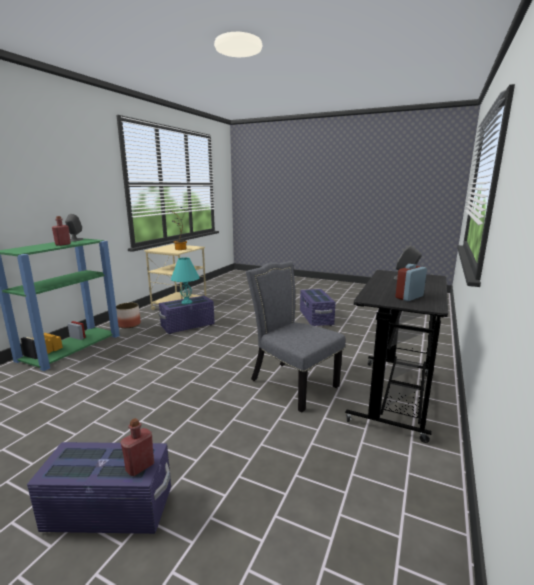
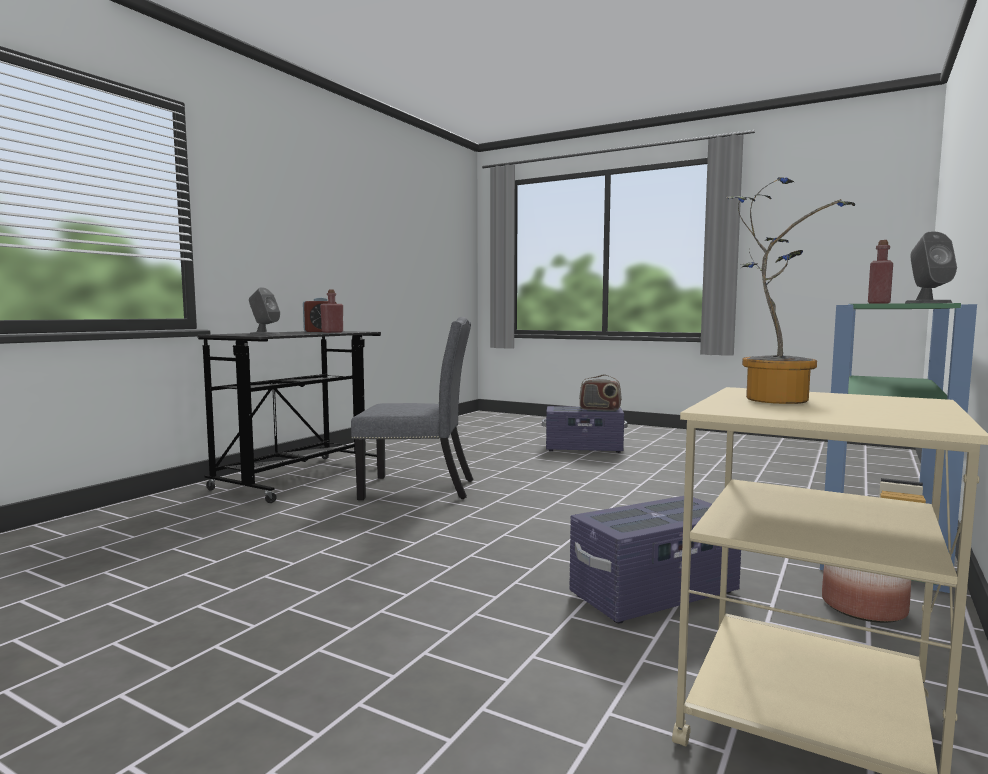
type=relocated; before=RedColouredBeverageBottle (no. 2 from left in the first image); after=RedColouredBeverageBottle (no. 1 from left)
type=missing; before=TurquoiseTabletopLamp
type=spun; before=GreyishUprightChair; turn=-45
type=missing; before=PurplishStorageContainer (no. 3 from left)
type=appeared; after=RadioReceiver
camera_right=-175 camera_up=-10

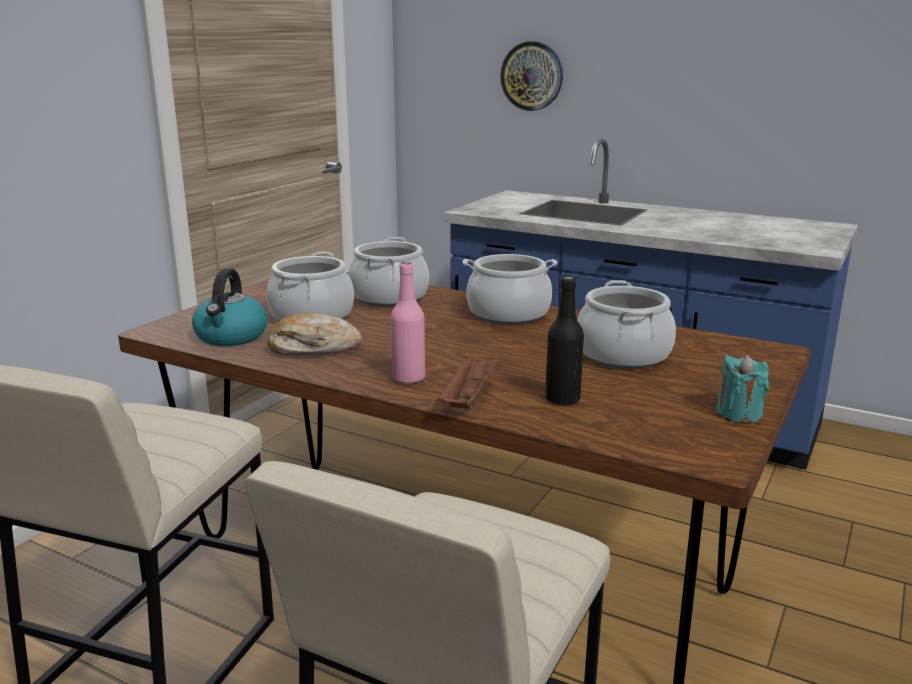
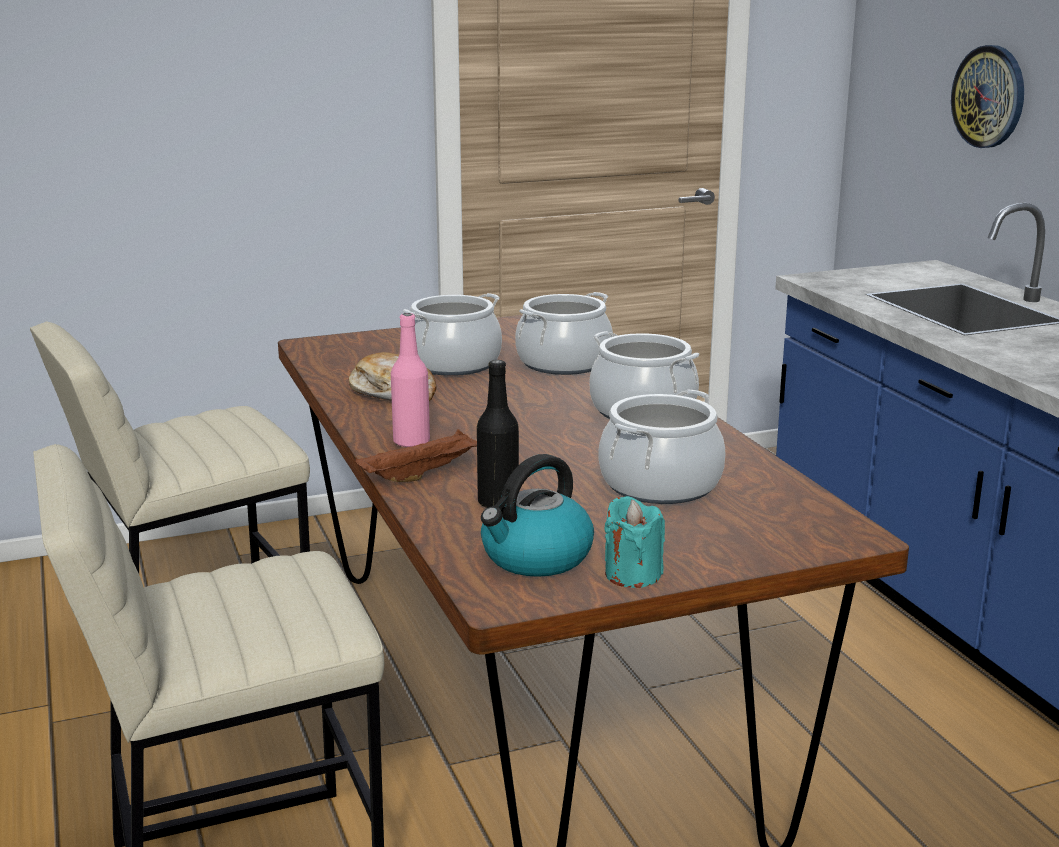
type=relocated; before=Kettle
camera_right=40 camera_up=0

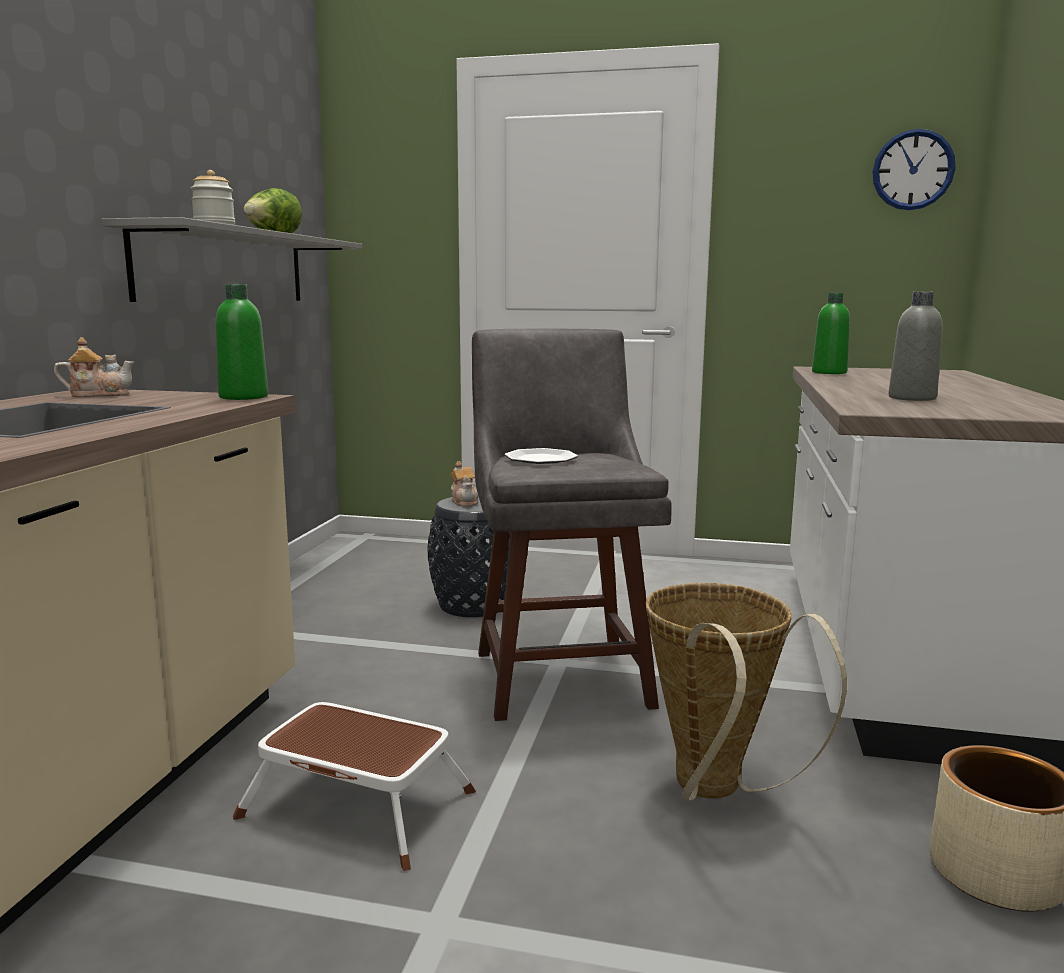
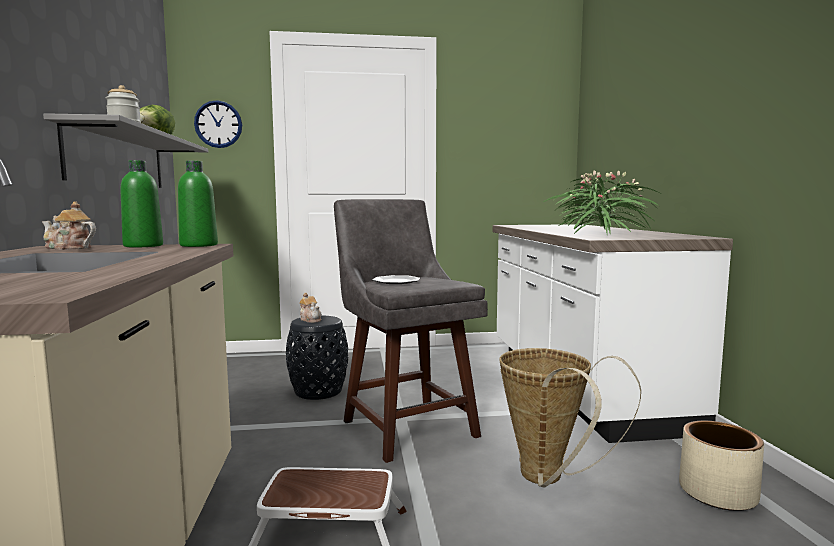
type=spun; before=Teapot (no. 1 from left); turn=-135
type=relocated; before=GreenBeverageBottle (no. 2 from left in the first image); after=GreenBeverageBottle (no. 1 from left)
type=relocated; before=HangingClock
type=exchanged; before=GreyishBeverageBottle; after=PlantInAPot
camera_right=-20 camera_up=-5

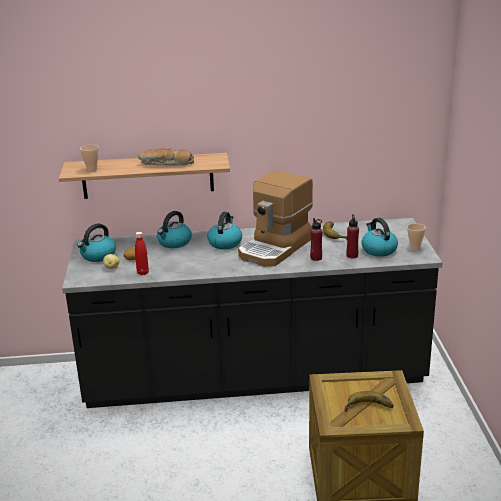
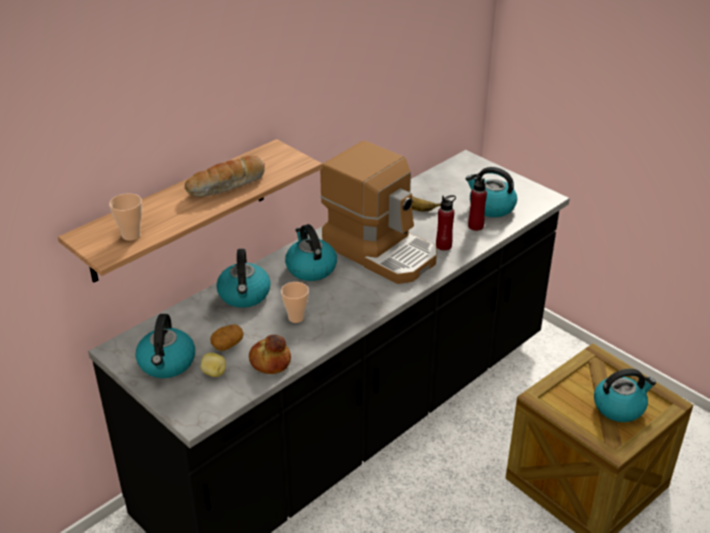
type=exchanged; before=RedColouredBeverageBottle (no. 1 from left); after=Bread (no. 2 from left)
type=spun; before=CoffeeMachine; turn=-45
type=exchanged; before=BananaFruit (no. 2 from left); after=Kettle (no. 5 from left)
type=relocated; before=DrinkingCup (no. 2 from left)
camera_right=-40 camera_up=10

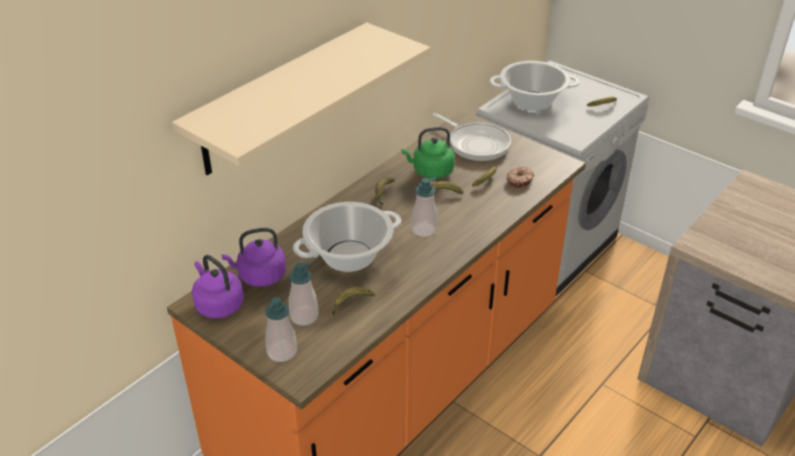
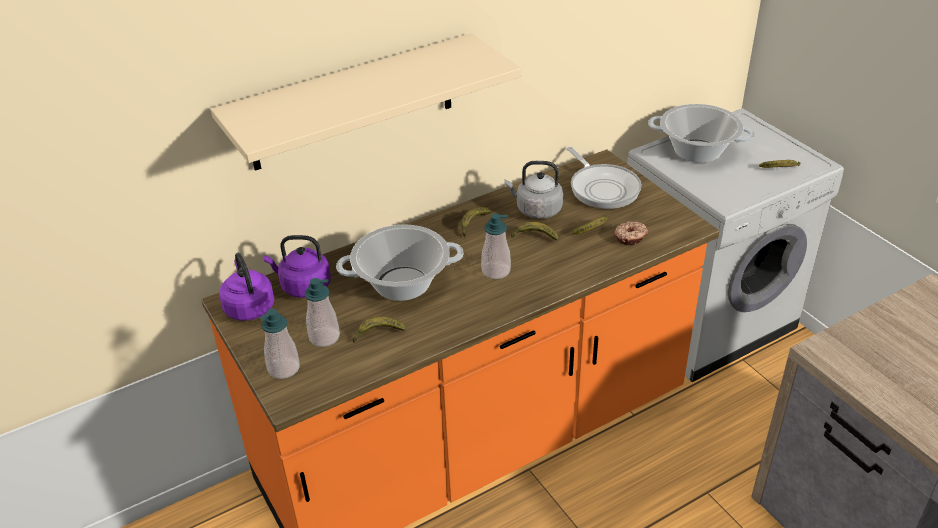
type=colour; before=GreenKettle; after=GreyishKettle
camera_right=20 camera_up=0

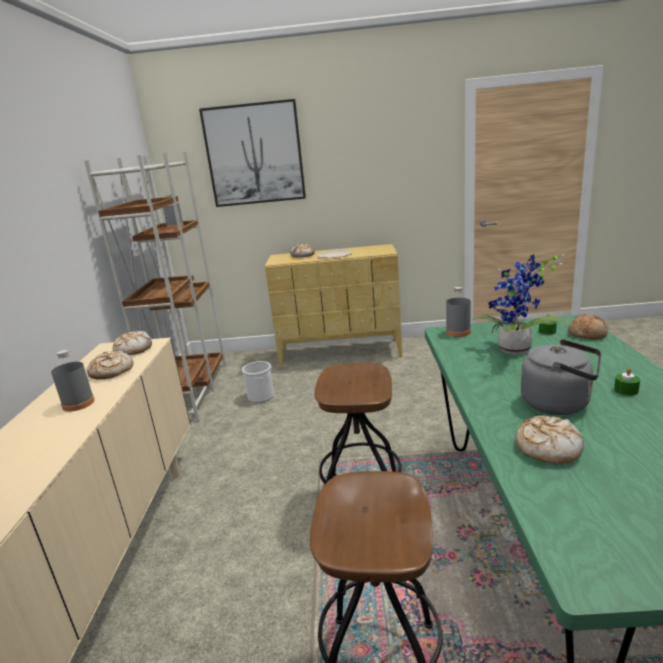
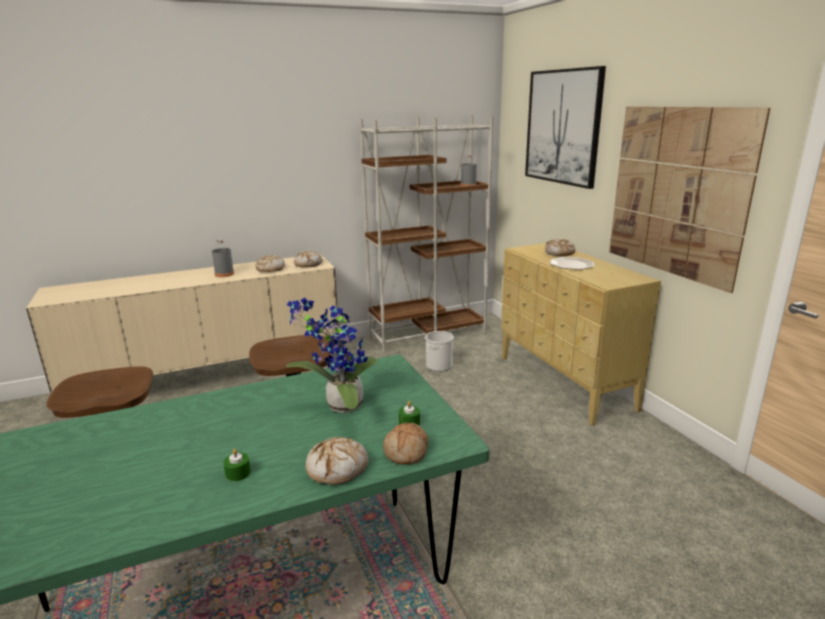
type=missing; before=GreyishBeverageBottle (no. 3 from left)
type=relocated; before=Bread (no. 4 from left in the first image); after=Bread (no. 3 from left)
type=missing; before=GreyishKettle
type=appeared; after=Picture (no. 2 from left)
camera_right=65 camera_up=0

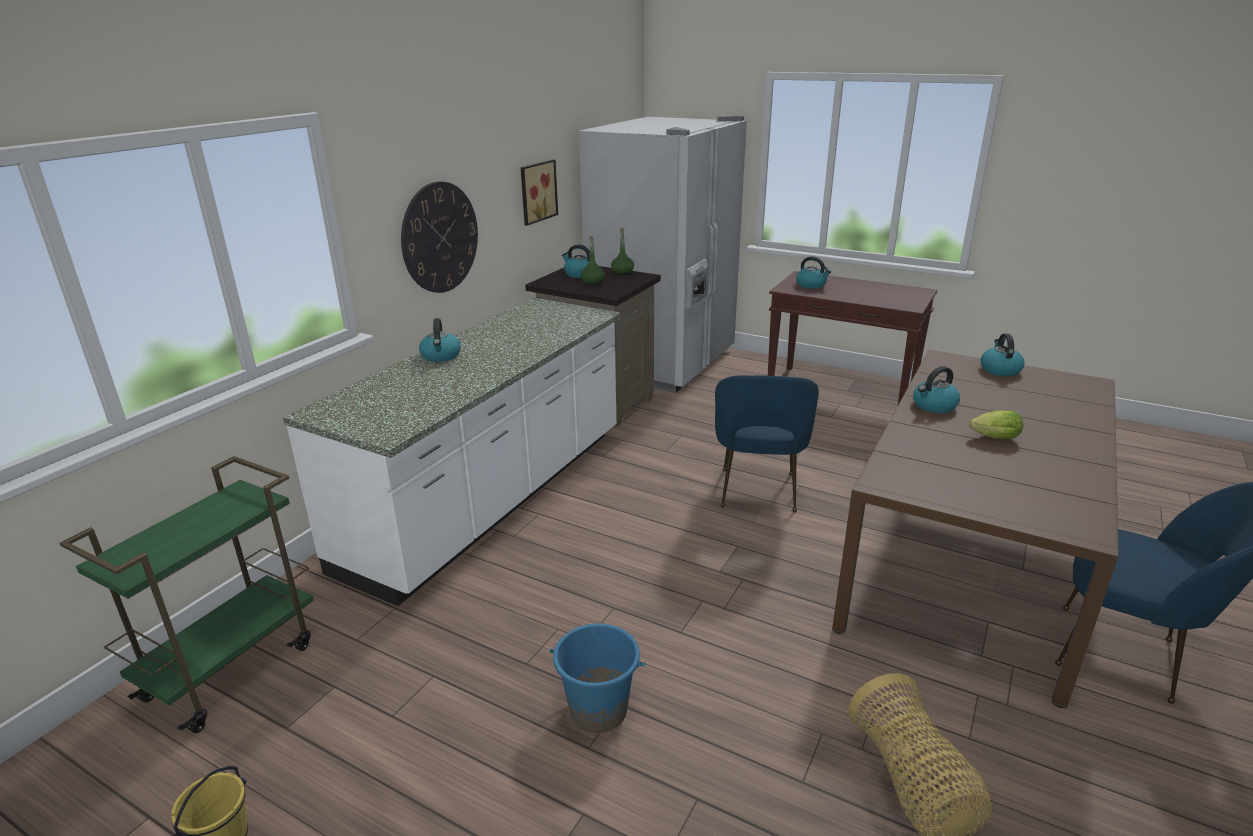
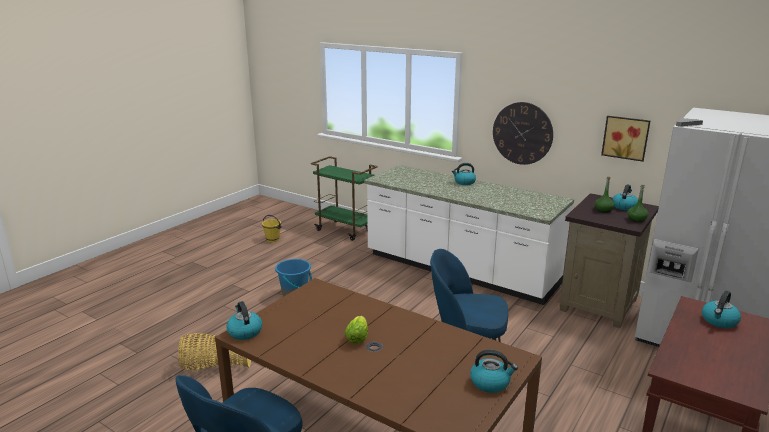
type=relocated; before=Kettle (no. 4 from left in the first image); after=Kettle (no. 1 from left)
camera_right=95 camera_up=-5

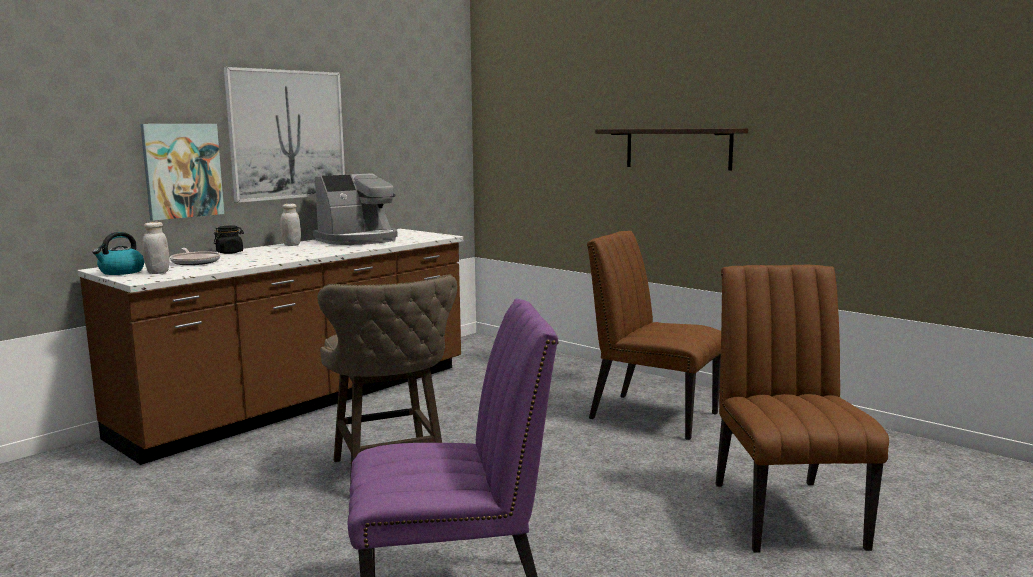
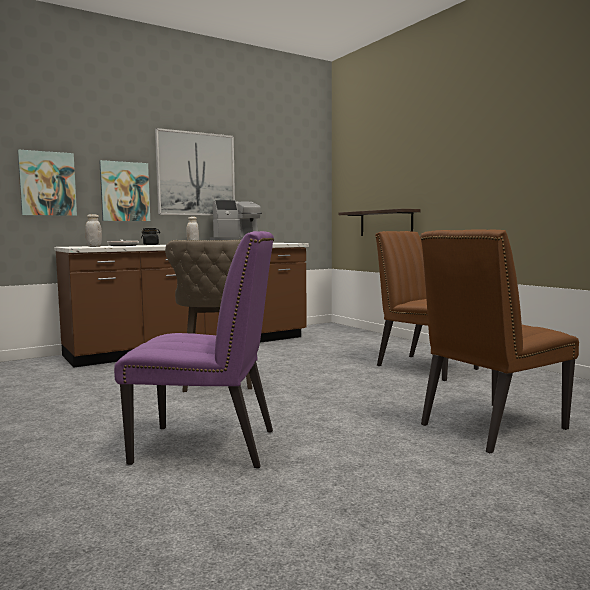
type=missing; before=Kettle
type=relocated; before=Shelf
type=spun; before=BrownColouredUprightChair (no. 2 from left); turn=-135
type=appeared; after=Picture (no. 1 from left)
camera_right=15 camera_up=-5

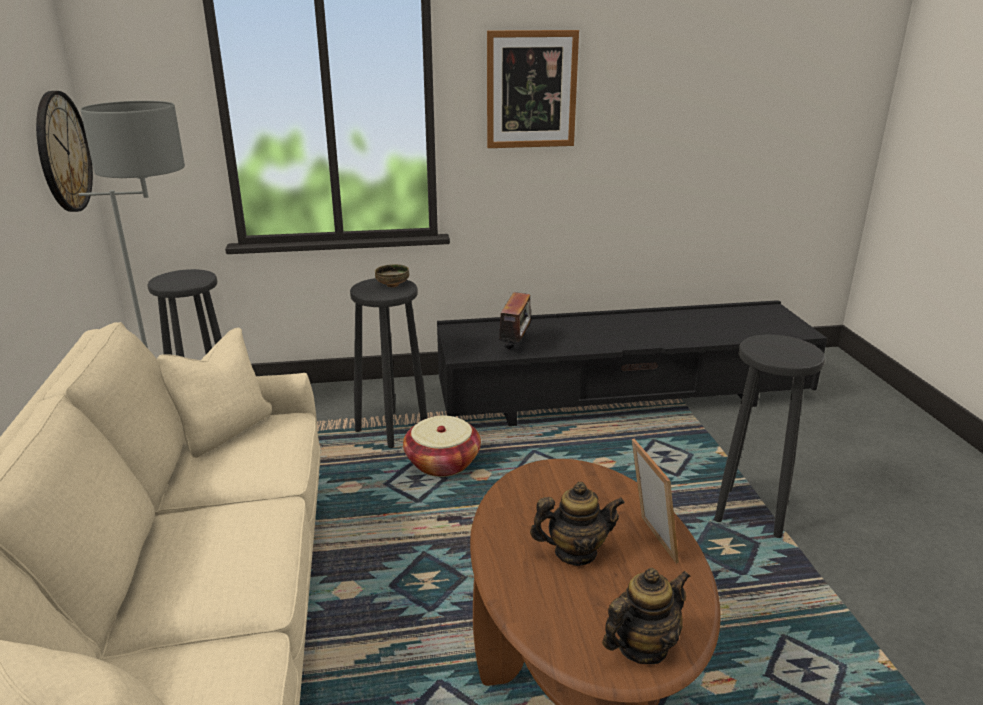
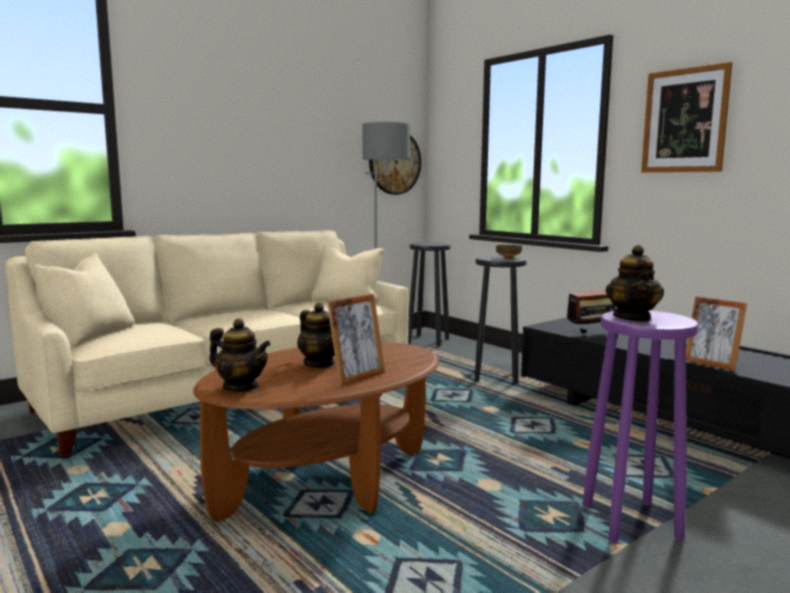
type=missing; before=Basket
type=colour; before=BlackStool (no. 3 from left); after=PurplishStool
type=appeared; after=Teapot (no. 3 from left)
type=appeared; after=PictureFrame (no. 2 from left)
camera_right=60 camera_up=-15

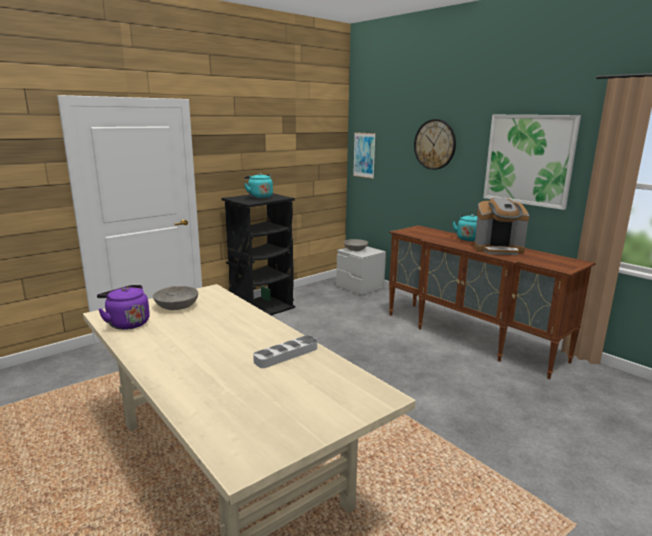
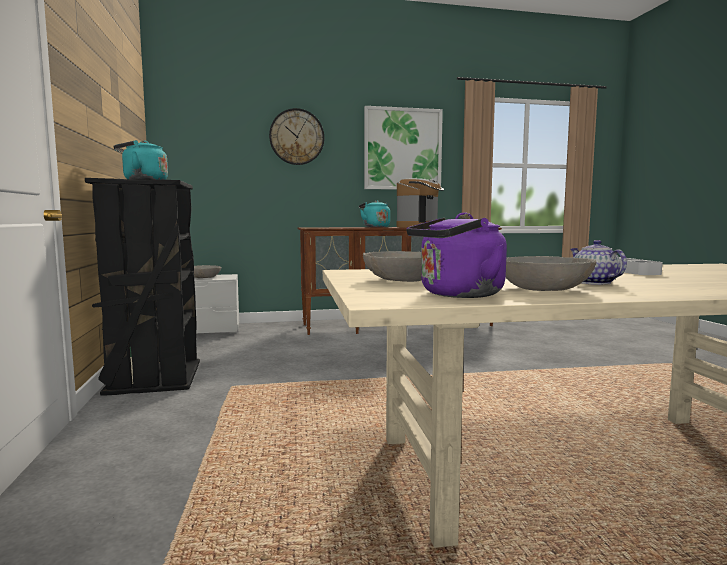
type=missing; before=Picture (no. 1 from left)
type=appeared; after=GreyishBowl (no. 3 from left)
type=appeared; after=Teapot
camera_right=-60 camera_up=-10

